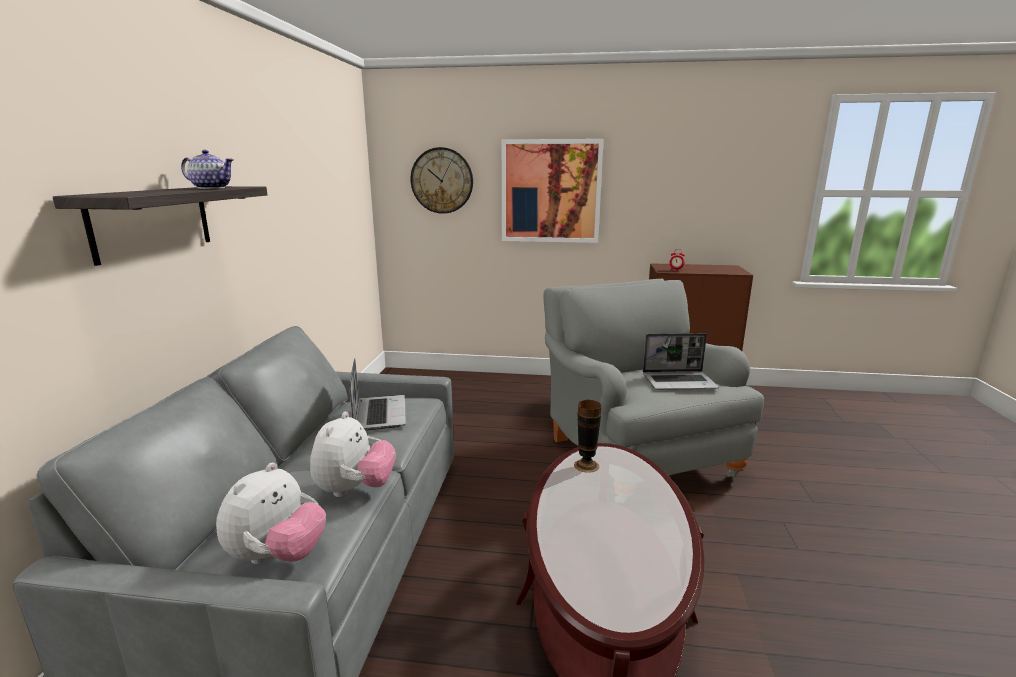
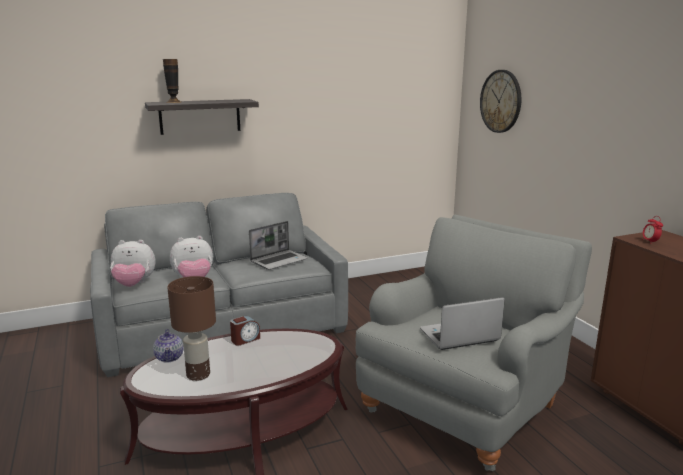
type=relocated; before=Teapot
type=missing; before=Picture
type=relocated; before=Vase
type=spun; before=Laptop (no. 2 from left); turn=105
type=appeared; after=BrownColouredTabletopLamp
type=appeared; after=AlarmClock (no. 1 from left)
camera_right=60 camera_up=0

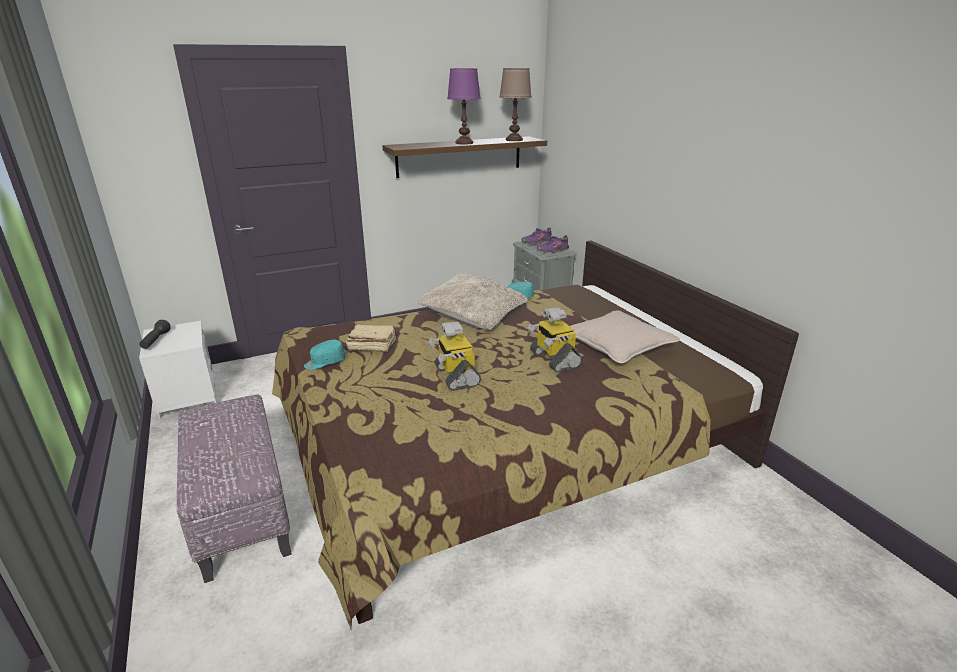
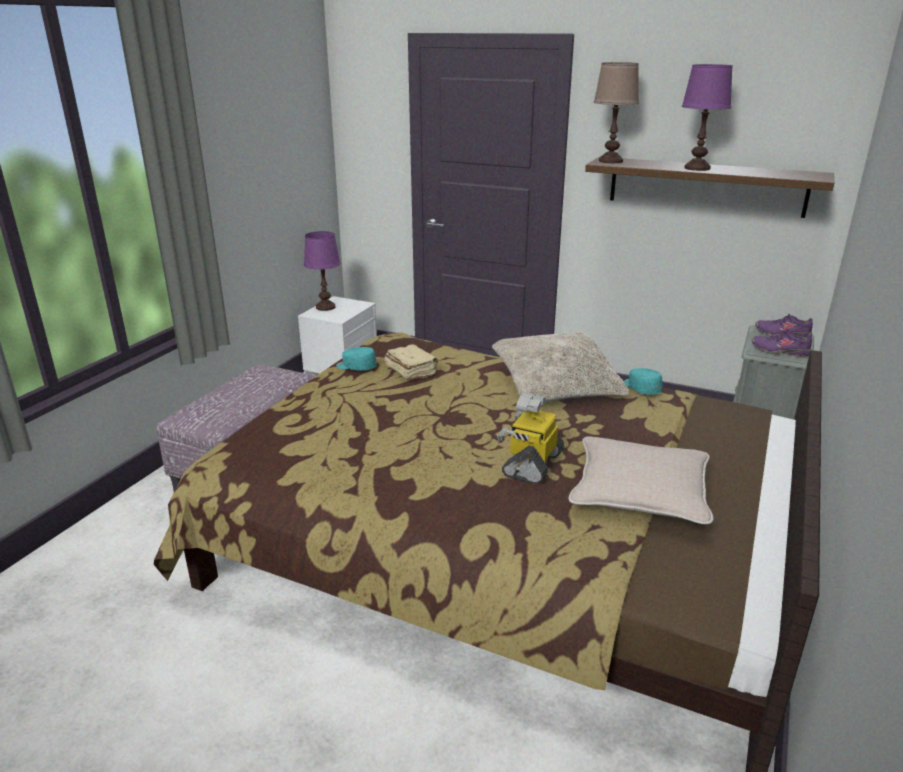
type=exchanged; before=BlackTorch; after=PurplishTabletopLamp (no. 1 from left)
type=missing; before=RobotFigure (no. 1 from left)
type=relocated; before=BrownColouredTabletopLamp
camera_right=50 camera_up=0

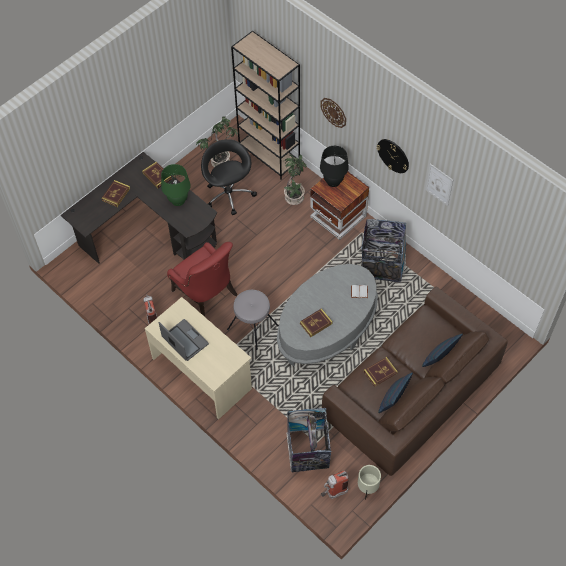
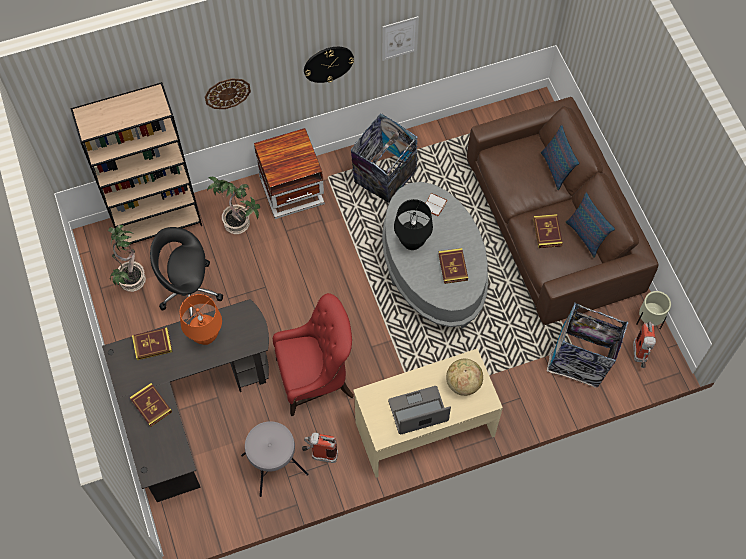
type=colour; before=GreenTabletopLamp; after=OrangeTabletopLamp
type=relocated; before=GreyishStool
type=relocated; before=BlackTabletopLamp
type=appeared; after=WorldGlobe
camera_right=-65 camera_up=5

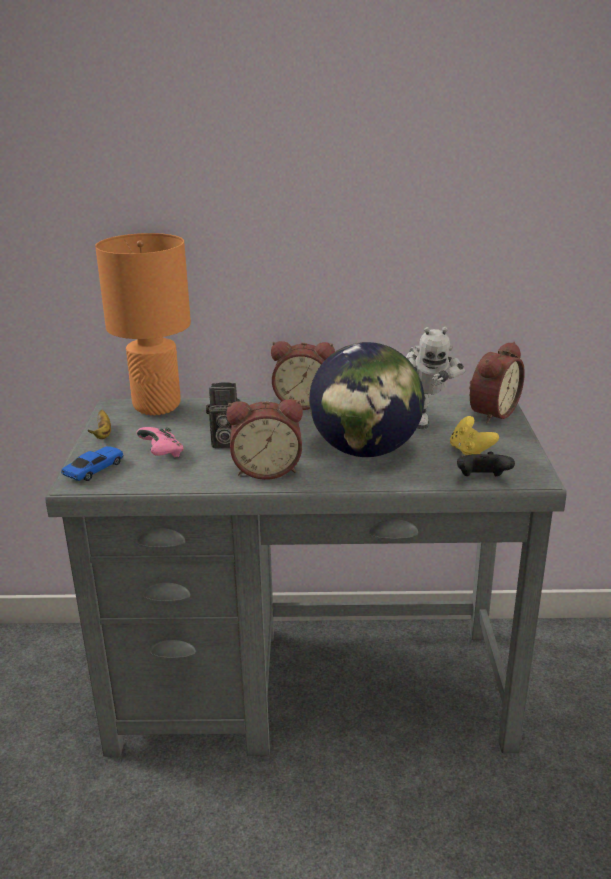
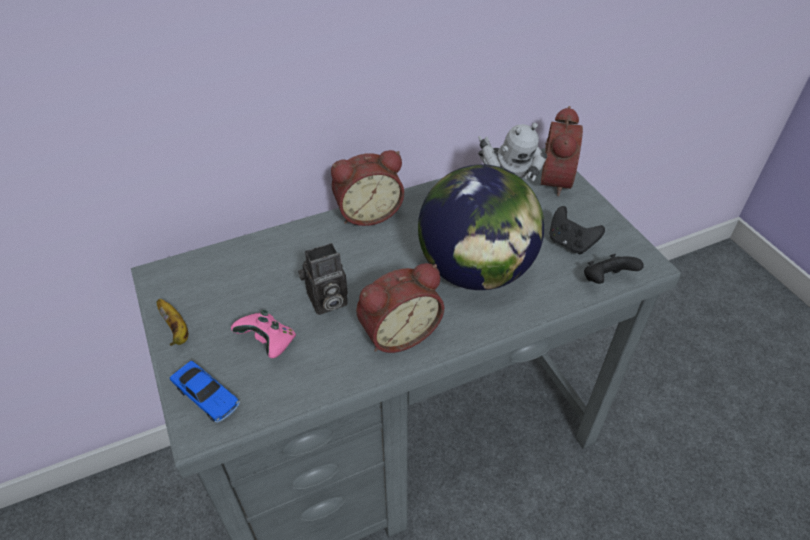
type=spun; before=MiniatureCar; turn=120
type=missing; before=OrangeTabletopLamp
type=colour; before=YellowishJoypad; after=BlackJoypad (no. 1 from left)
camera_right=-25 camera_up=20

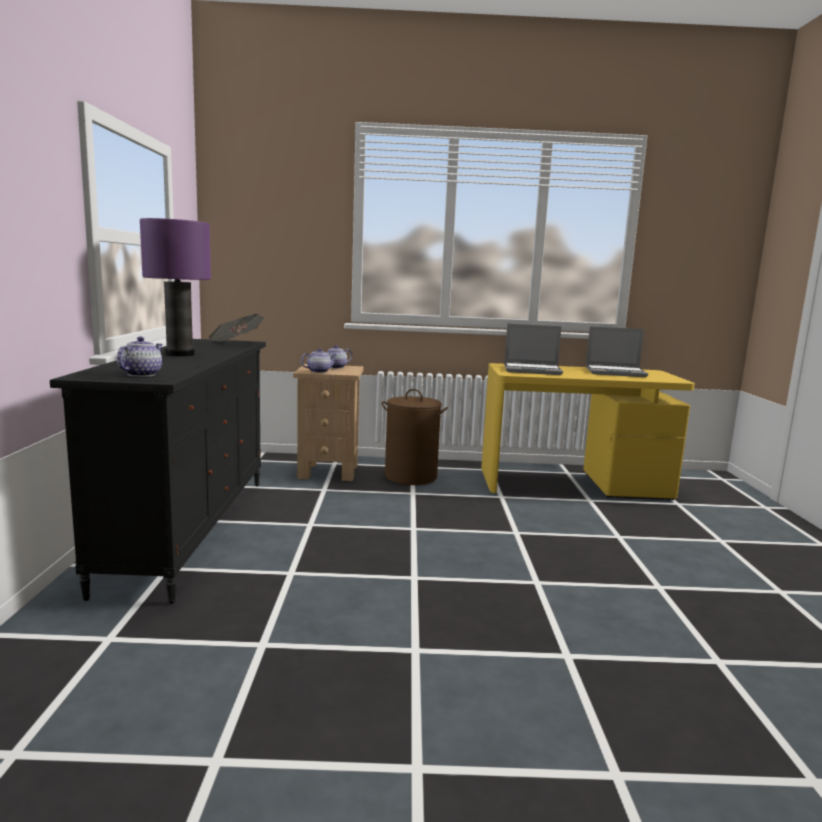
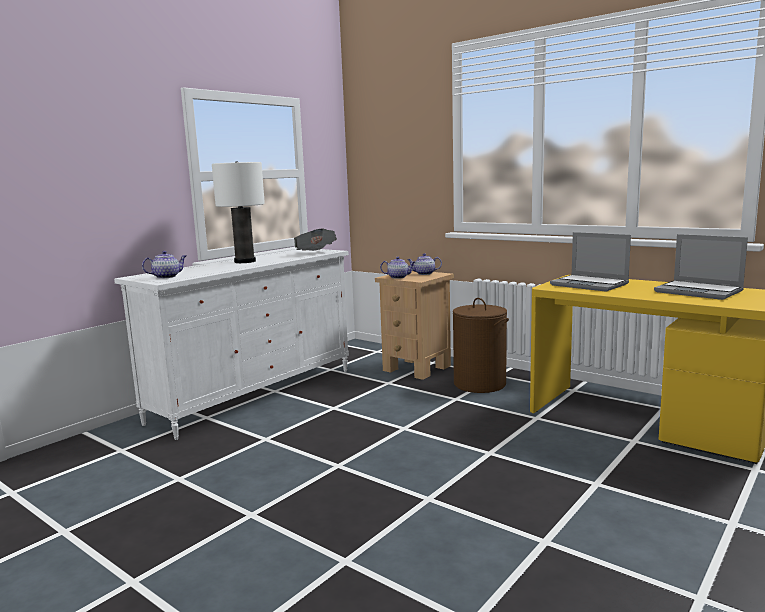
type=colour; before=BlackDresser; after=WhitishDresser
type=colour; before=PurplishTabletopLamp; after=WhitishTabletopLamp
camera_right=40 camera_up=0

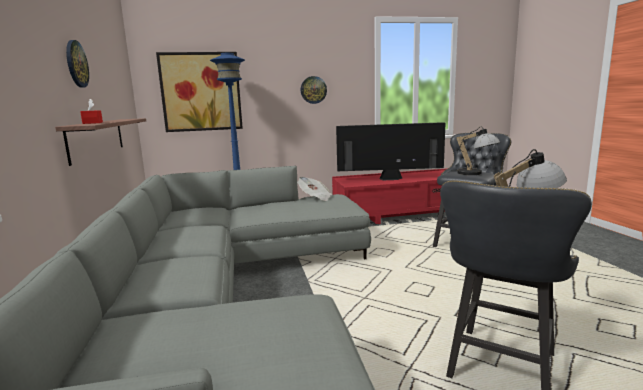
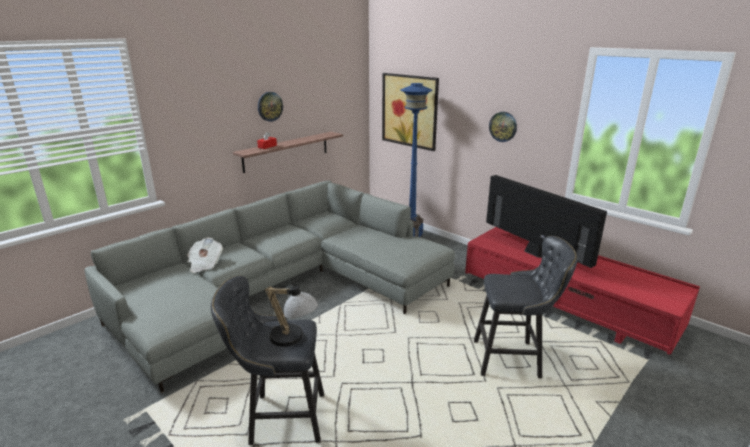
type=relocated; before=Newspaper
type=missing; before=TabletopLamp (no. 1 from left)
camera_right=55 camera_up=10

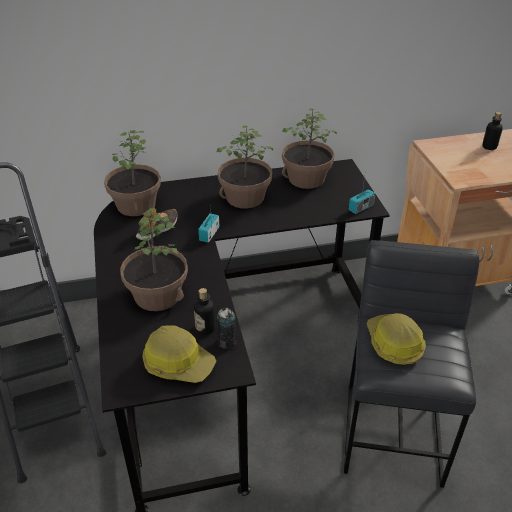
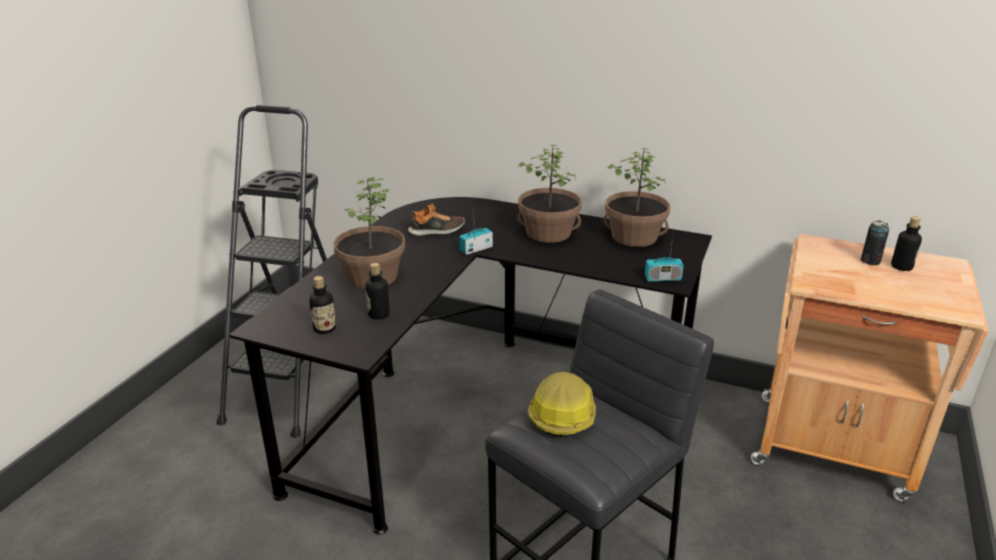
type=missing; before=PlantInAPot (no. 1 from left)
type=exchanged; before=WorkHelmet (no. 1 from left); after=BeverageBottle (no. 1 from left)
type=relocated; before=MetalCan
camera_right=35 camera_up=-10

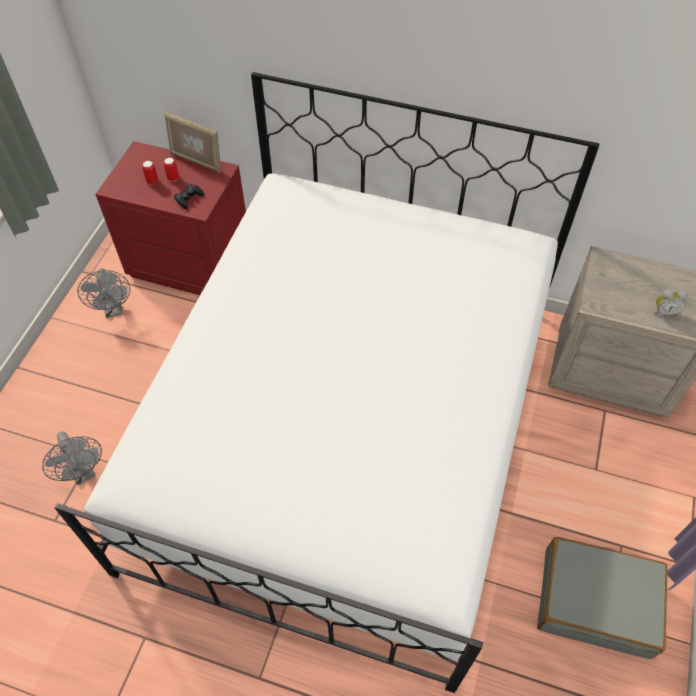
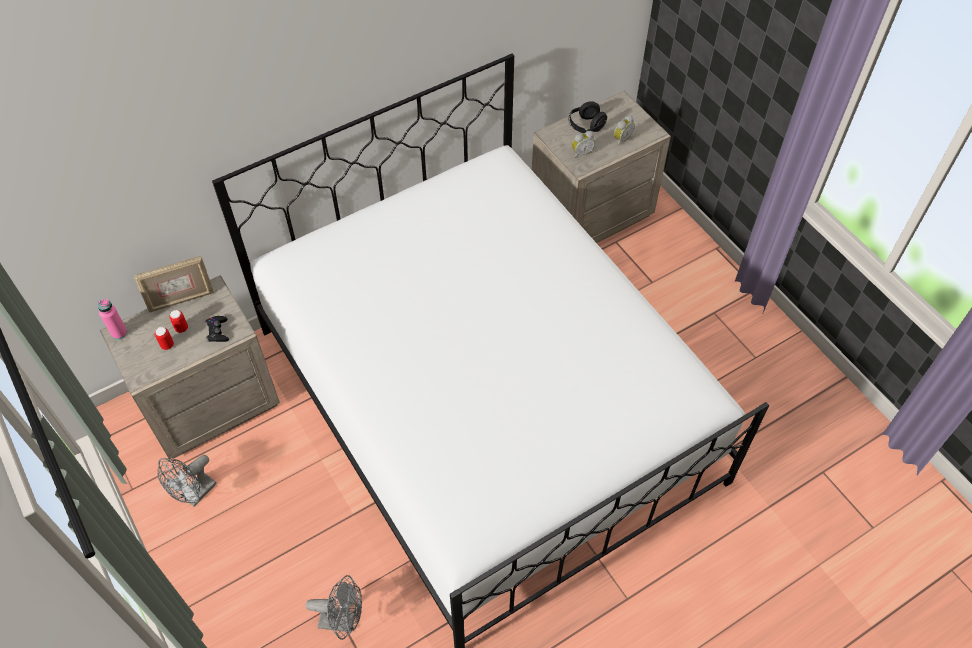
type=spun; before=GreyishElectricFan (no. 2 from left in the first image); turn=105
type=colour; before=RedColouredBedsideTable; after=BeigeColouredBedsideTable (no. 1 from left)
type=missing; before=GreyishSuitcase
type=appeared; after=PinkBeverageBottle
type=appeared; after=BlackPairOfHeadphones
type=appeared; after=AlarmClock (no. 1 from left)
camera_right=-50 camera_up=0

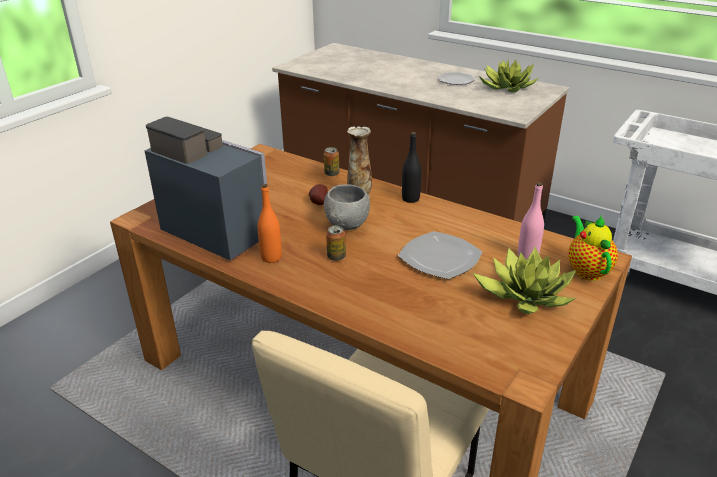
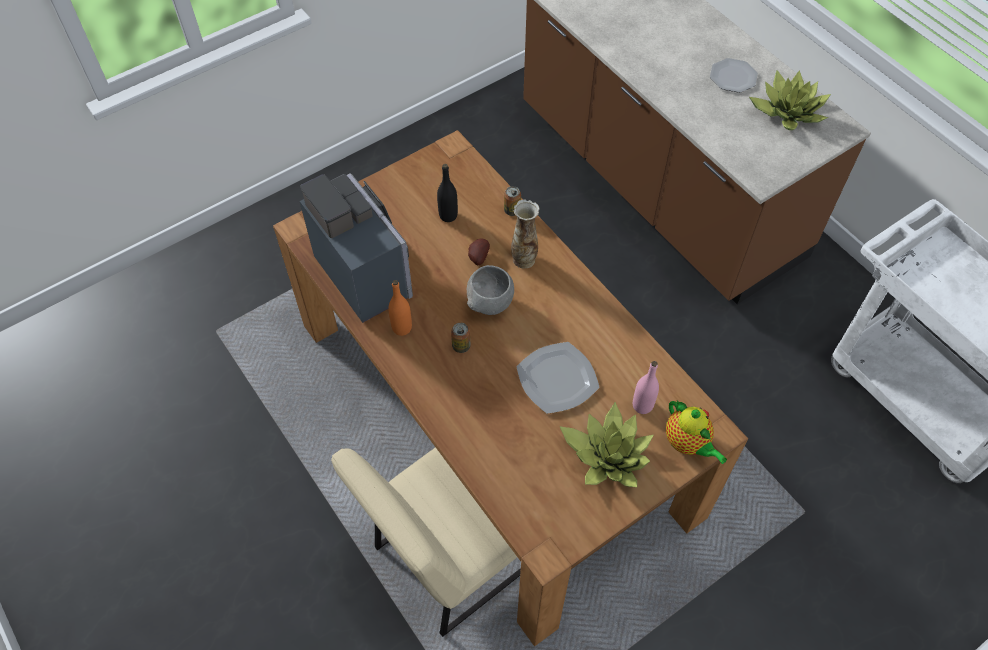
type=relocated; before=BlackBeverageBottle
type=spun; before=Teapot; turn=135
camera_right=20 camera_up=25

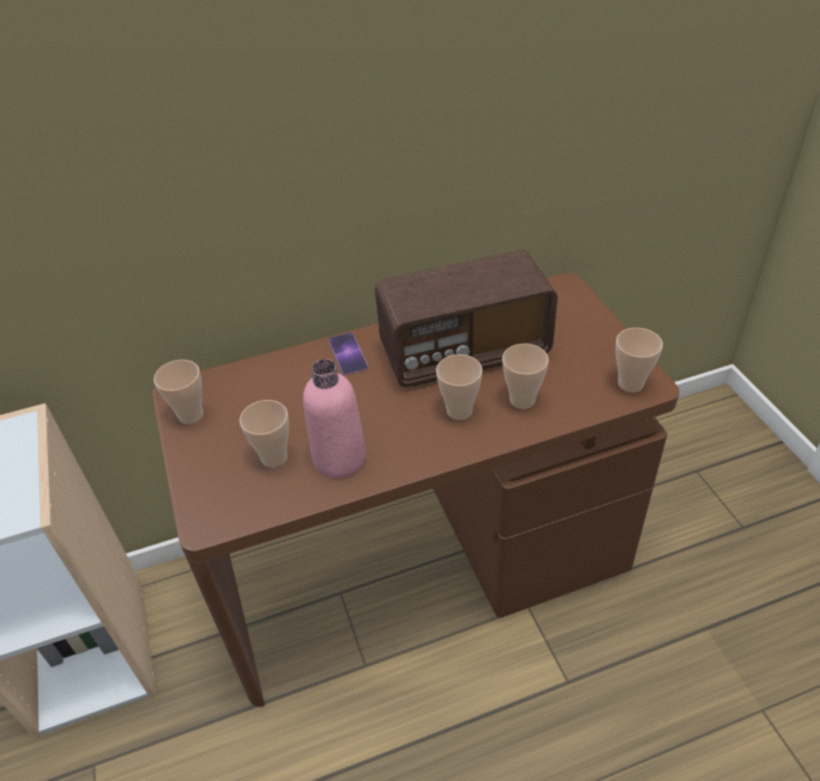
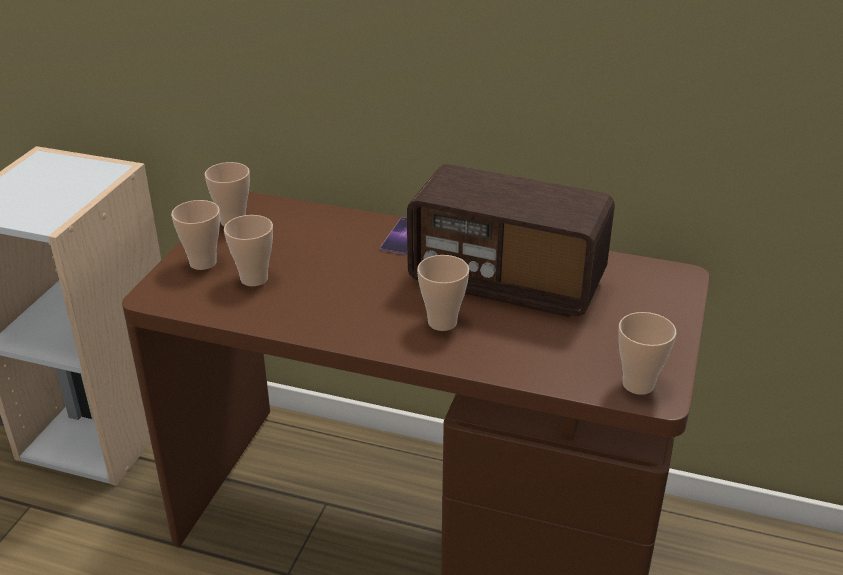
type=missing; before=PinkBeverageBottle
type=relocated; before=DrinkingCup (no. 4 from left in the first image); after=DrinkingCup (no. 1 from left)
camera_right=35 camera_up=-10

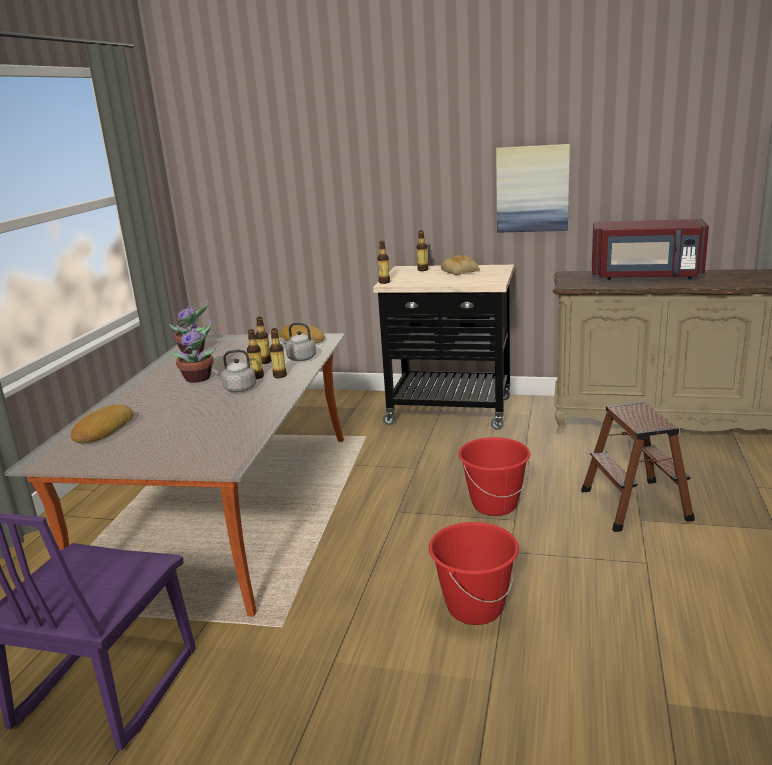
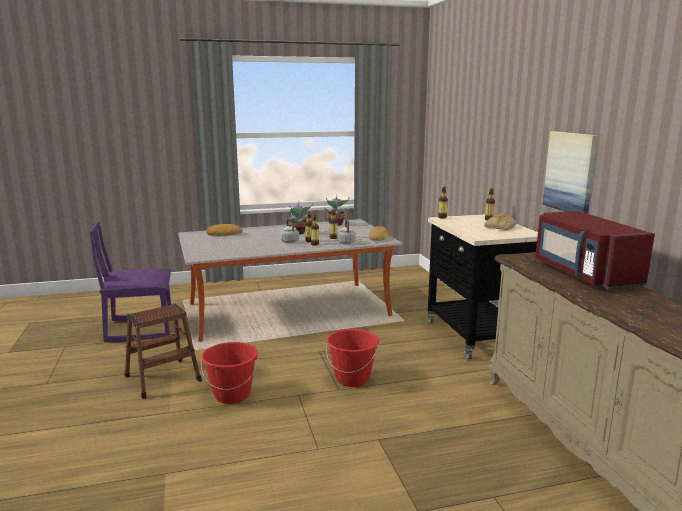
type=relocated; before=BrownColouredStepLadder
camera_right=60 camera_up=-5

